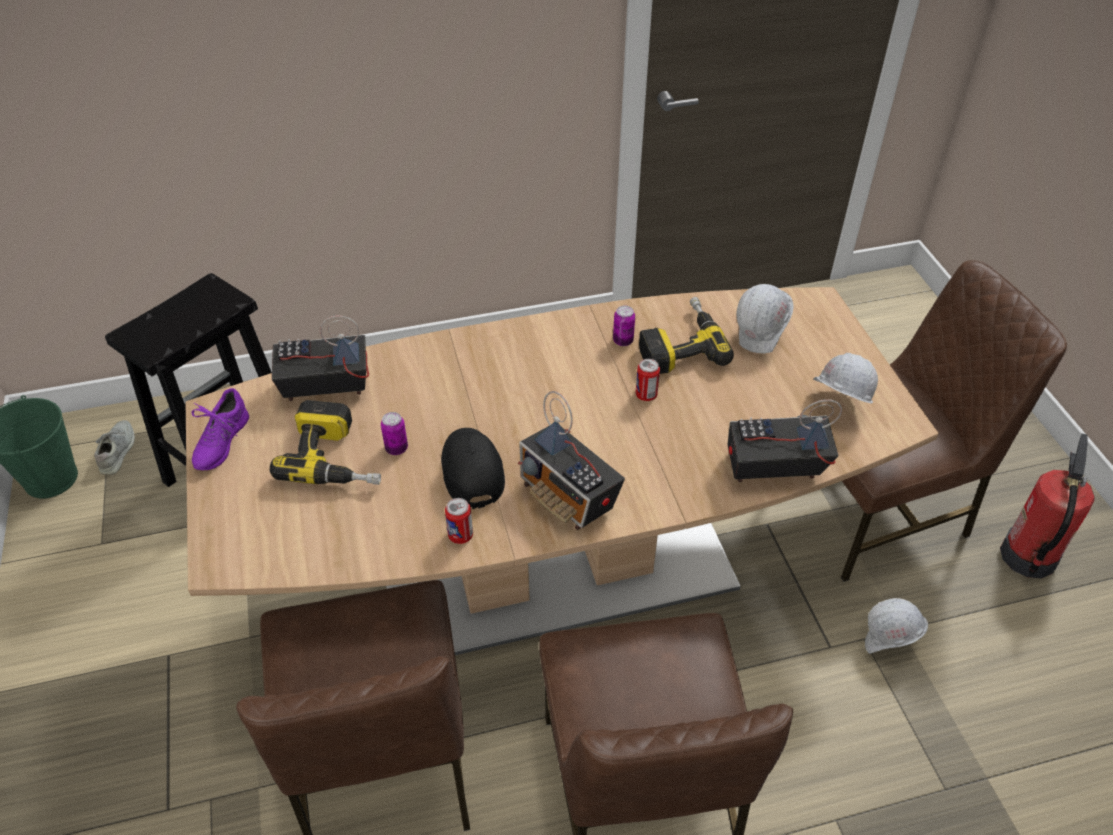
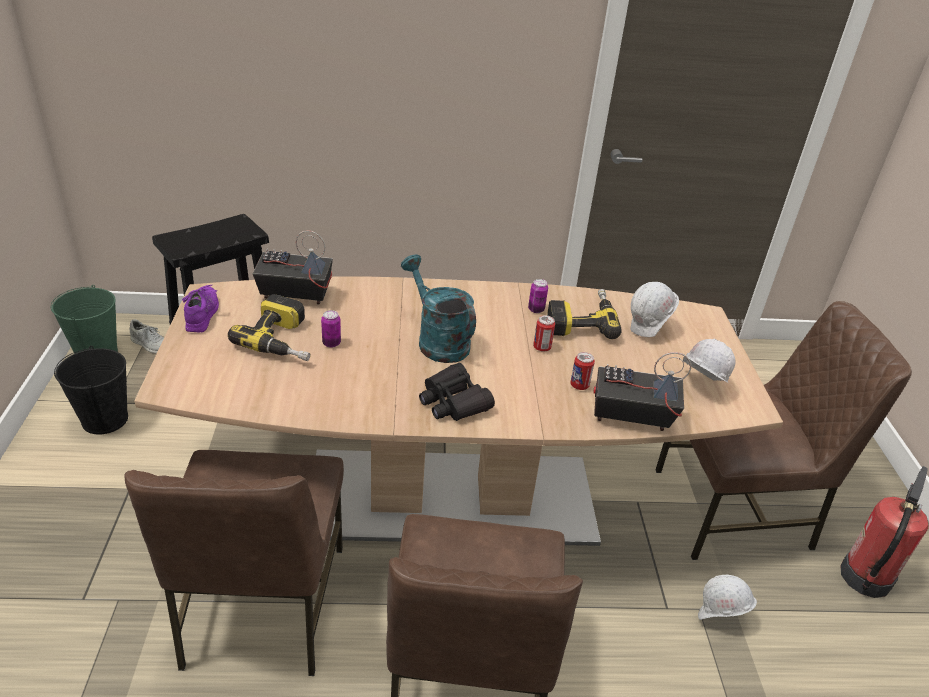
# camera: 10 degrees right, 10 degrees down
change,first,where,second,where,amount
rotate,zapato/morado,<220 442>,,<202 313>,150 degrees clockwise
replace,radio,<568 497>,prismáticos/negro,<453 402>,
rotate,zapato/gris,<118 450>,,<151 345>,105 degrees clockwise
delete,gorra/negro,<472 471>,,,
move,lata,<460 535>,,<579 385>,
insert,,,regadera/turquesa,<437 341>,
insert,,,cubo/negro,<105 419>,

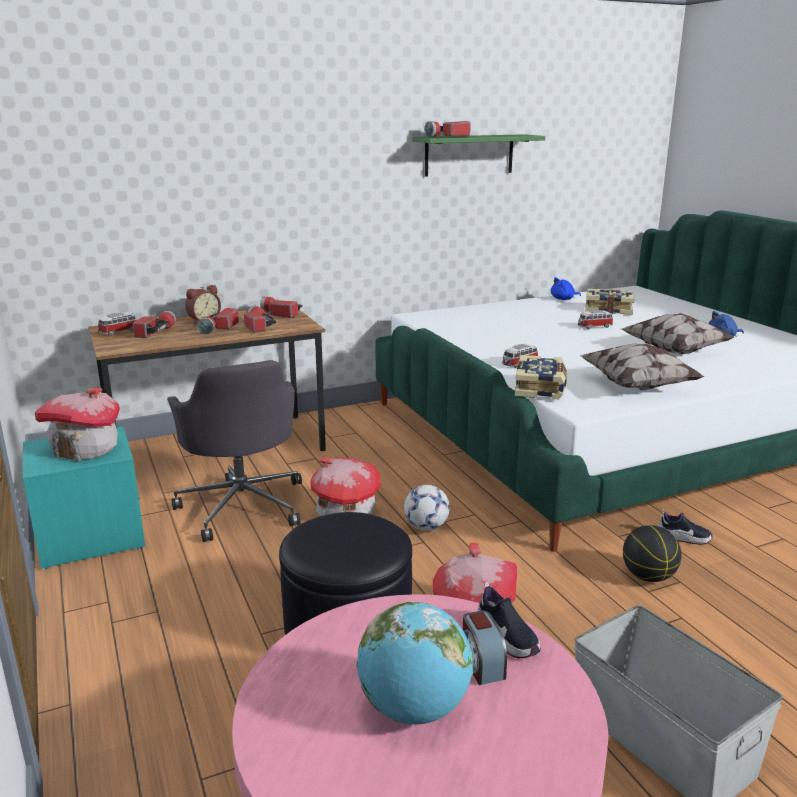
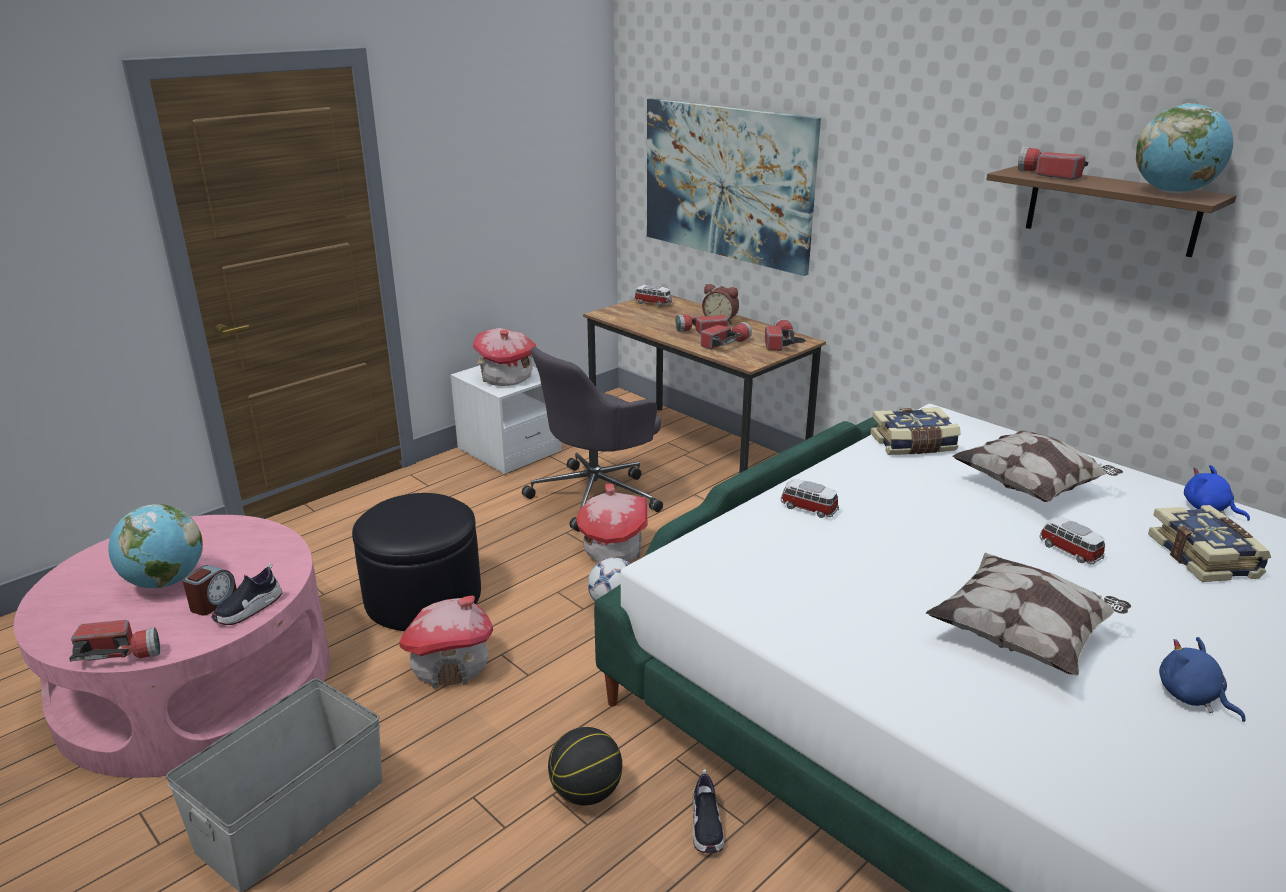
# camera: 70 degrees right, 5 degrees up
change,first,where,second,where,amount
recolor,estante/verde,<469 155>,estante/marrón,<1111 210>,
move,linterna,<156 332>,,<120 653>,
move,cojín,<637 385>,,<1031 487>,
move,libro,<541 388>,,<913 445>,
recolor,mesita de noche/turquesa,<91 537>,mesita de noche/blanco,<509 450>,
rotate,despertador,<481 664>,,<213 602>,150 degrees clockwise
insert,,,cuadro,<726 183>,
insert,,,globo terráqueo,<1173 192>,

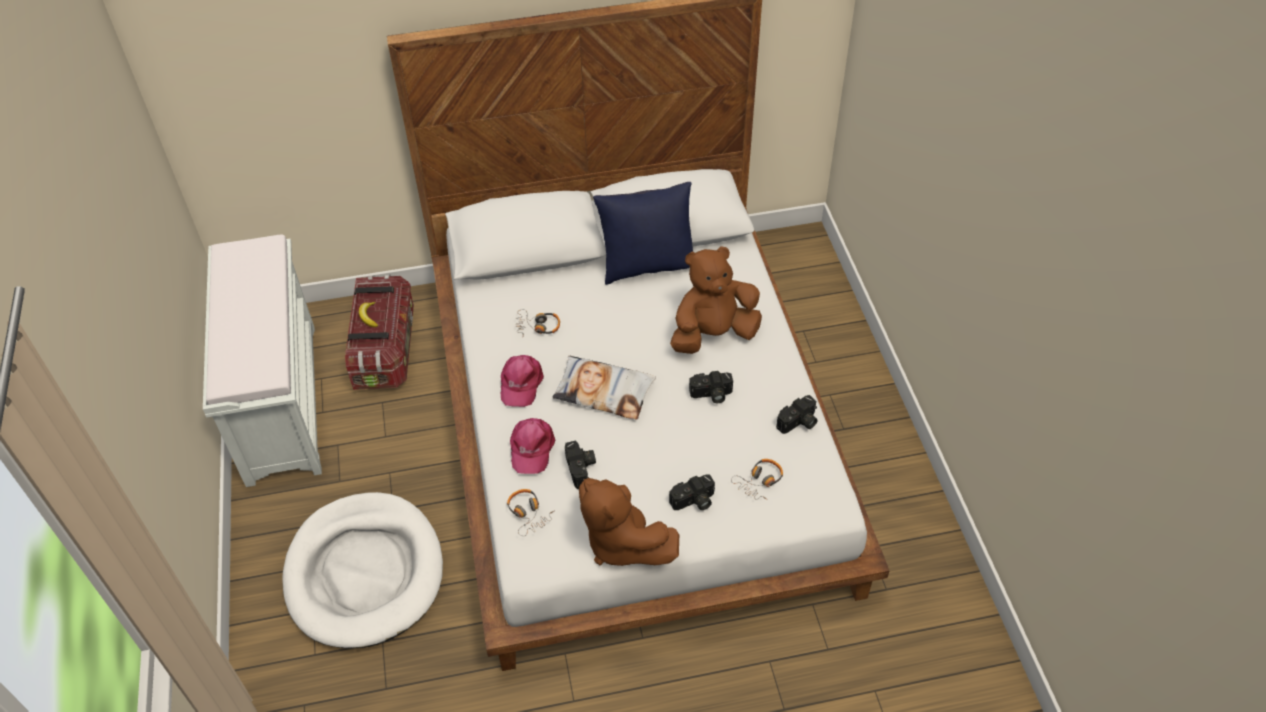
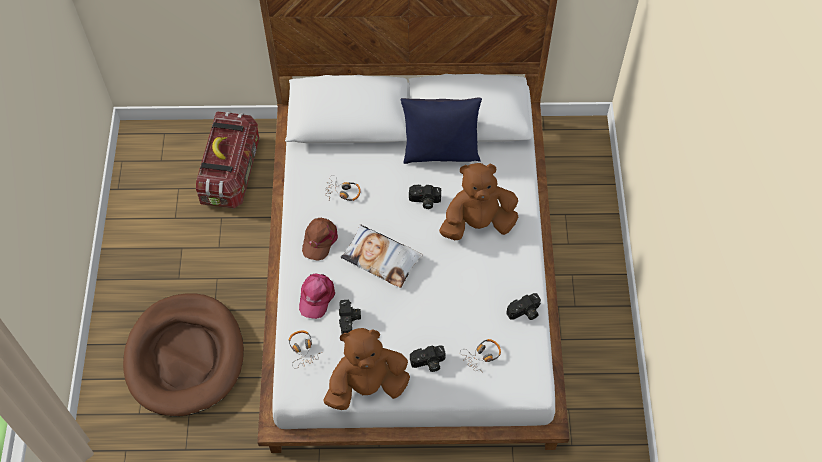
# camera: 10 degrees right, 10 degrees up
change,first,where,second,where,amount
delete,banco/blanco,<281 401>,,,
recolor,gorra/rosa,<520 383>,gorra/marrón,<319 239>,
move,cámara,<711 395>,,<424 201>,
rotate,peluche/marrón,<621 542>,,<367 385>,105 degrees clockwise
recolor,cama para perro/blanco,<365 573>,cama para perro/marrón,<185 357>,

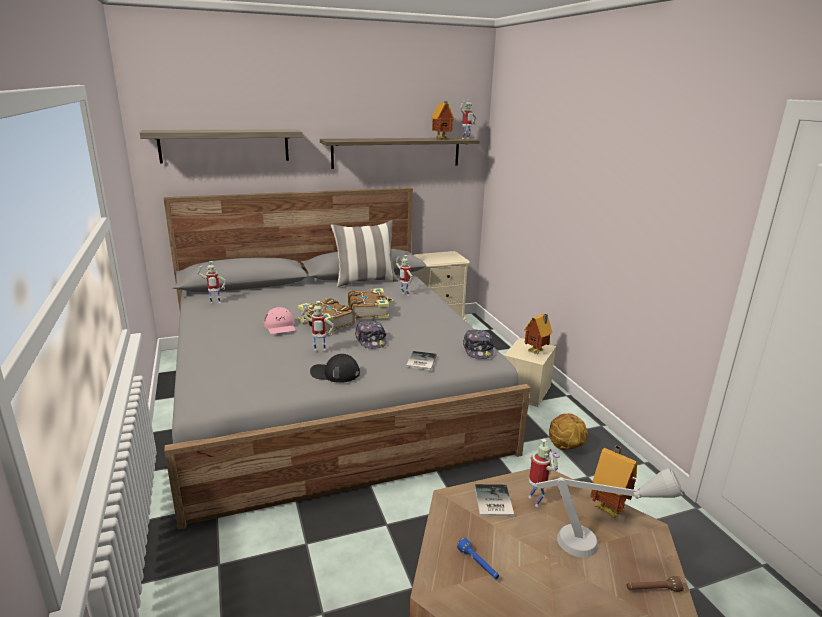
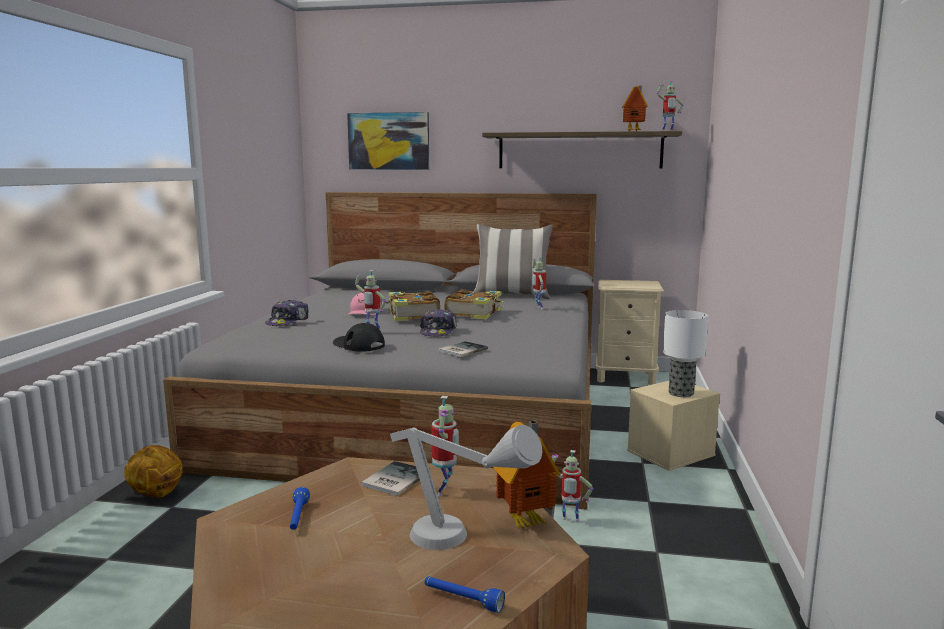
# camera: 30 degrees right, 10 degrees down
change,first,where,second,where,amount
replace,estante,<225 145>,cuadro,<389 141>,
move,robot de juguete,<215 303>,,<569 521>,
replace,casita,<536 352>,lámpara de mesa,<682 393>,
move,gorra,<478 350>,,<288 322>,
move,balón de baloncesto,<565 447>,,<156 494>,
recolor,linterna/marrón,<652 590>,linterna/azul,<462 600>,

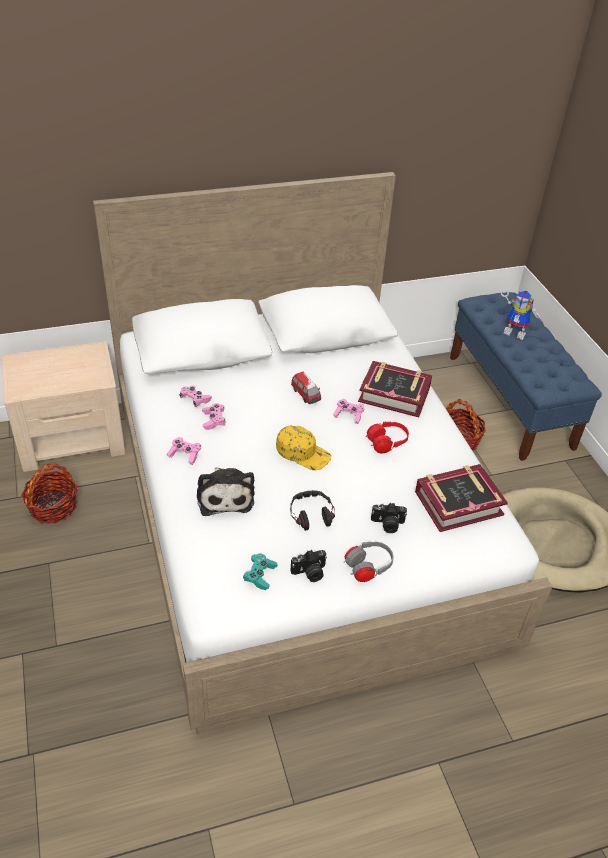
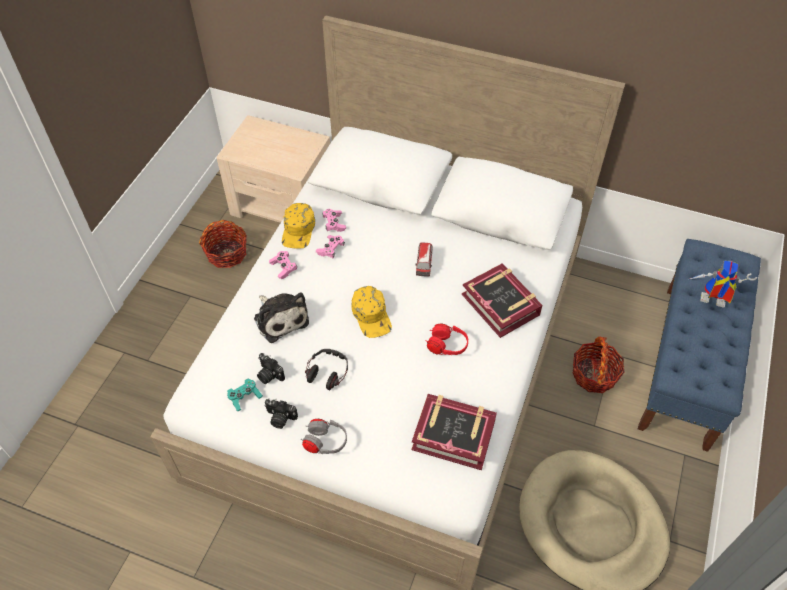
# camera: 40 degrees right, 10 degrees up
change,first,where,second,where,amount
rotate,robot de juguete,<517 333>,,<709 303>,135 degrees clockwise
delete,mando de consola/rosa,<349 415>,,,
rotate,peluche,<225 496>,,<280 318>,60 degrees counterclockwise
move,cámara,<387 524>,,<269 375>,
insert,,,gorra/amarillo,<299 230>,

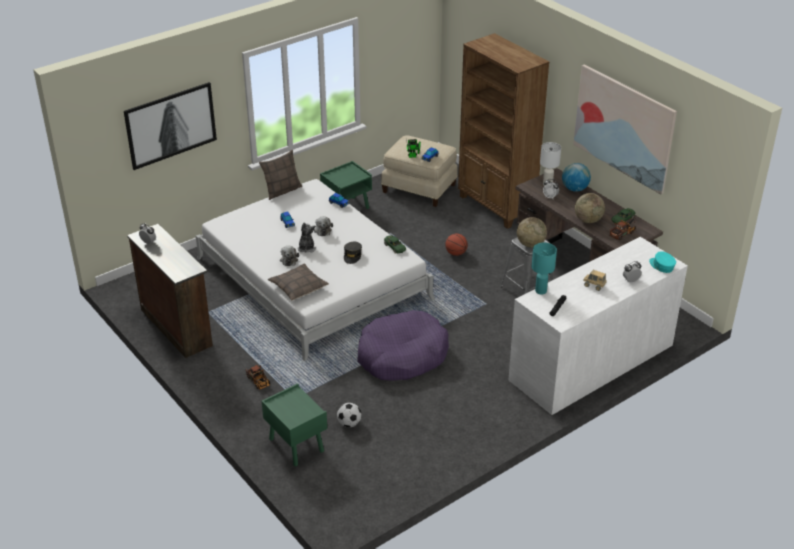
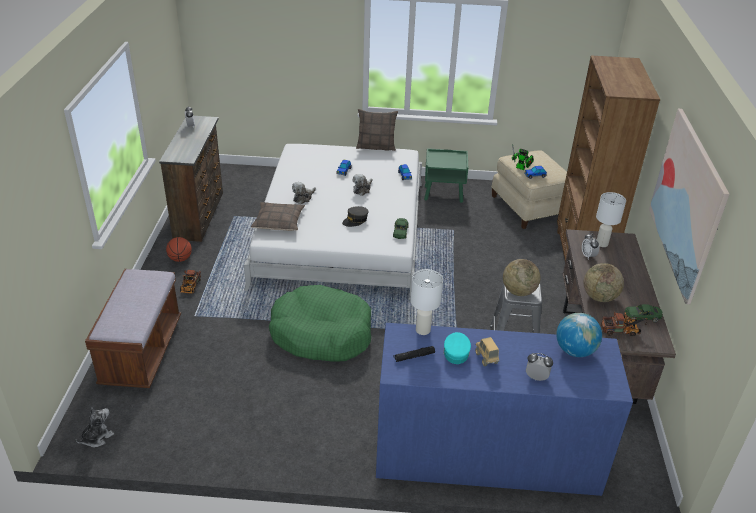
# camera: 40 degrees right, 0 degrees up
change,first,where,second,where,amount
delete,cuadro,<170 125>,,,
move,globo terráqueo,<574 189>,,<574 351>,
move,peluche,<306 248>,,<97 437>,
move,balón de baloncesto,<456 253>,,<180 259>,
recolor,cómoda/blanco,<591 362>,cómoda/azul,<486 453>,
recolor,lámpara de mesa/turquesa,<541 290>,lámpara de mesa/blanco,<423 330>,
move,gorra/turquesa,<661 266>,,<456 352>,
recolor,cama para perro/morado,<402 356>,cama para perro/verde,<321 334>,
replace,mesita de noche/verde,<295 445>,banco/marrón,<142 352>,
delete,balón de fútbol,<349 423>,,,

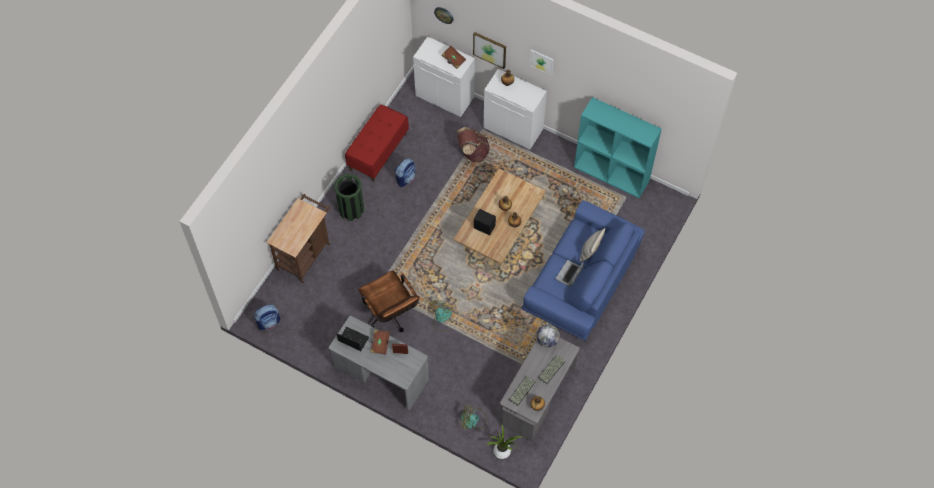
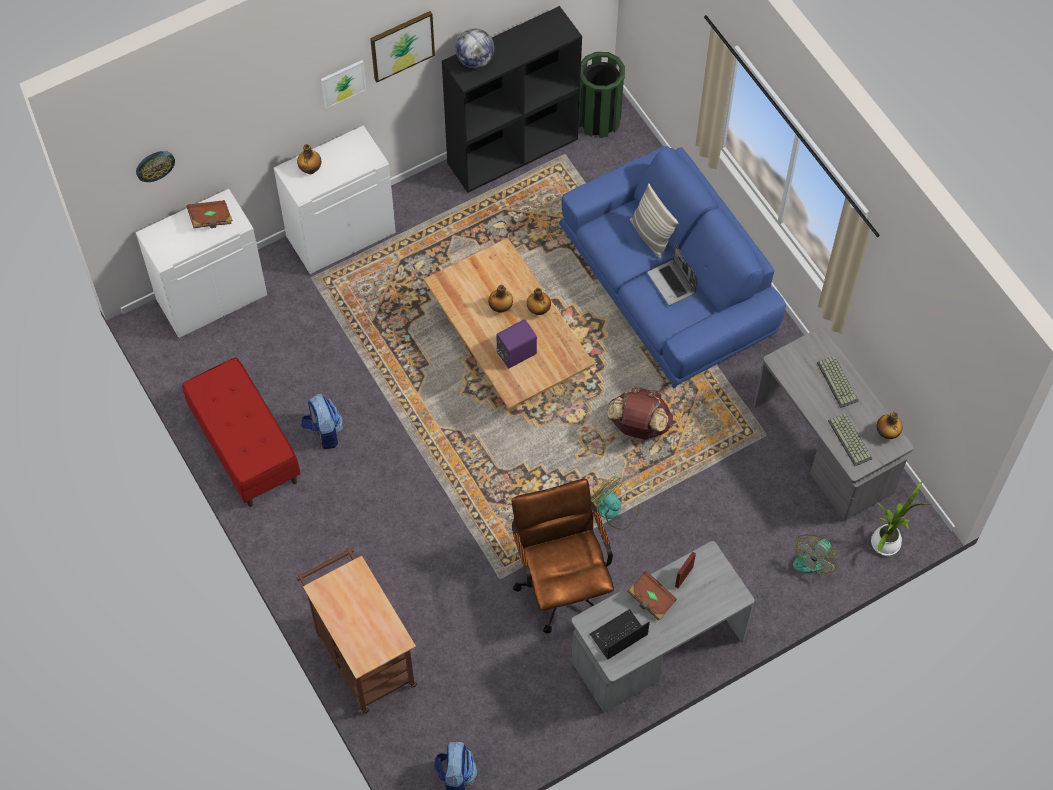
# camera: 60 degrees left, 0 degrees up
change,first,where,second,where,amount
move,cuadro,<489 49>,,<402 45>,
recolor,estantería/turquesa,<612 174>,estantería/negro,<513 150>,
move,mochila/marrón,<472 152>,,<638 426>,
move,papelera/verde,<351 209>,,<599 120>,
recolor,altavoz/negro,<484 226>,altavoz/morado,<515 353>,
rotate,silla de oficina/marrón,<391 315>,,<561 581>,105 degrees counterclockwise
move,globo terráqueo,<547 340>,,<475 60>,

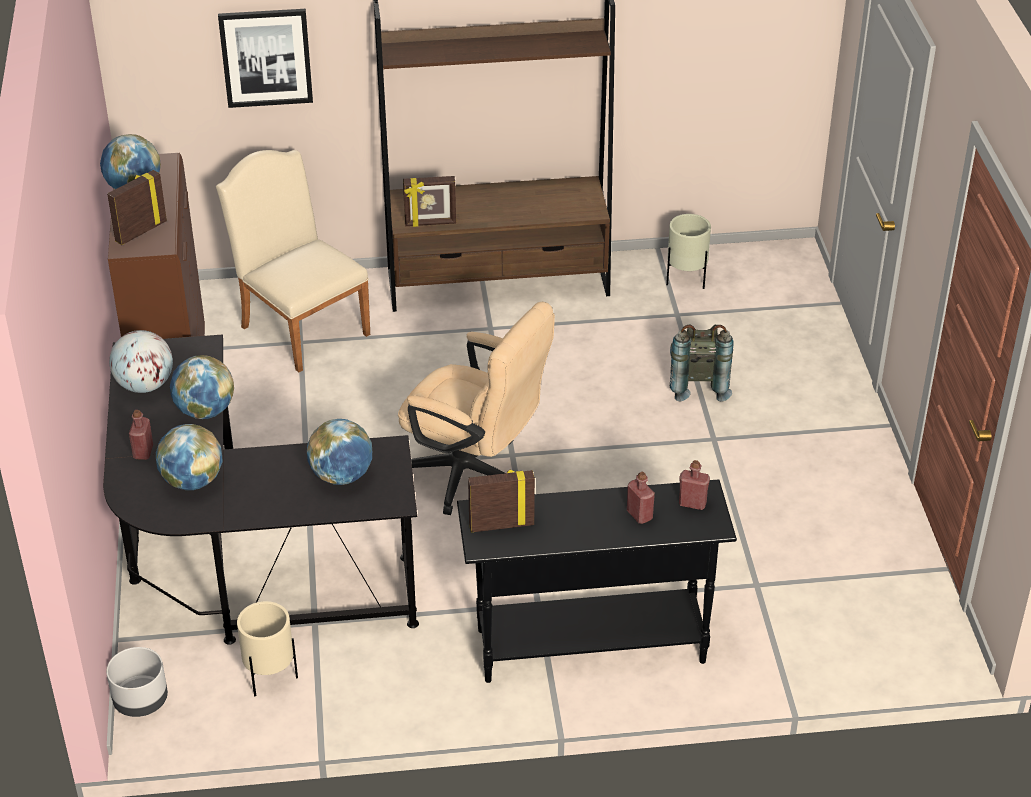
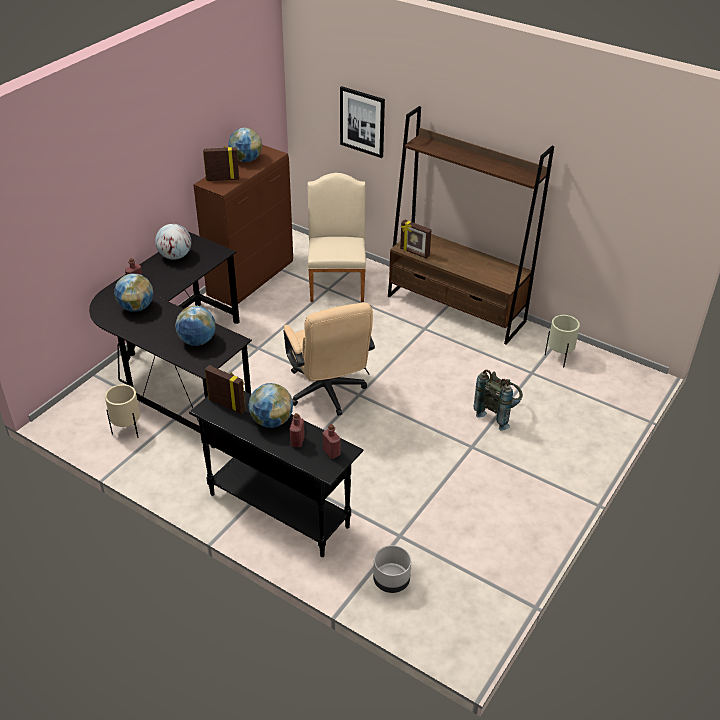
# camera: 40 degrees right, 0 degrees up
change,first,where,second,where,amount
move,globo terráqueo,<205 411>,,<271 421>,
move,maceta/gris,<140 701>,,<391 581>,

